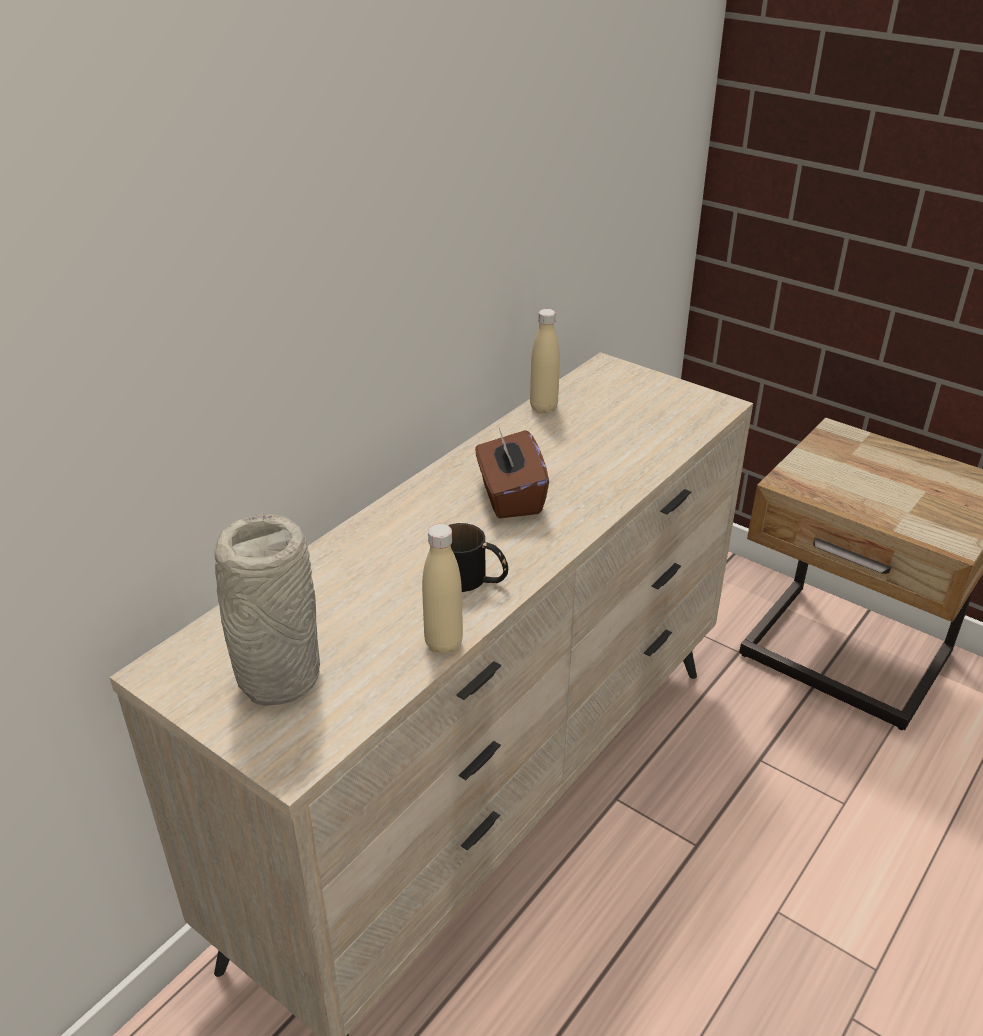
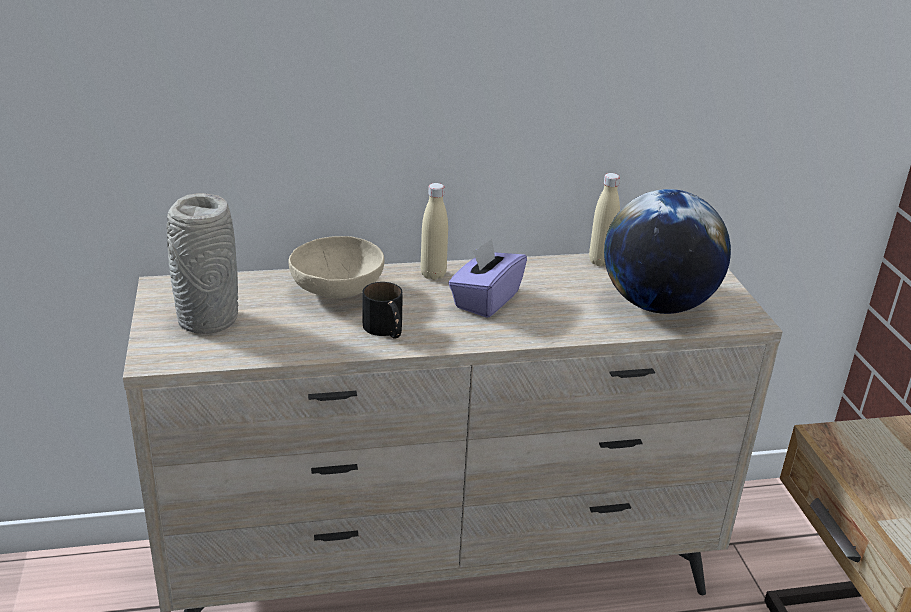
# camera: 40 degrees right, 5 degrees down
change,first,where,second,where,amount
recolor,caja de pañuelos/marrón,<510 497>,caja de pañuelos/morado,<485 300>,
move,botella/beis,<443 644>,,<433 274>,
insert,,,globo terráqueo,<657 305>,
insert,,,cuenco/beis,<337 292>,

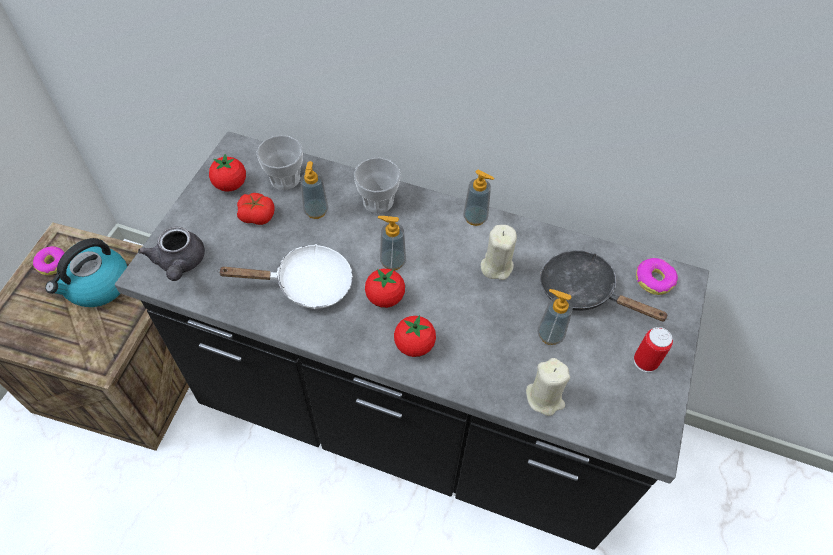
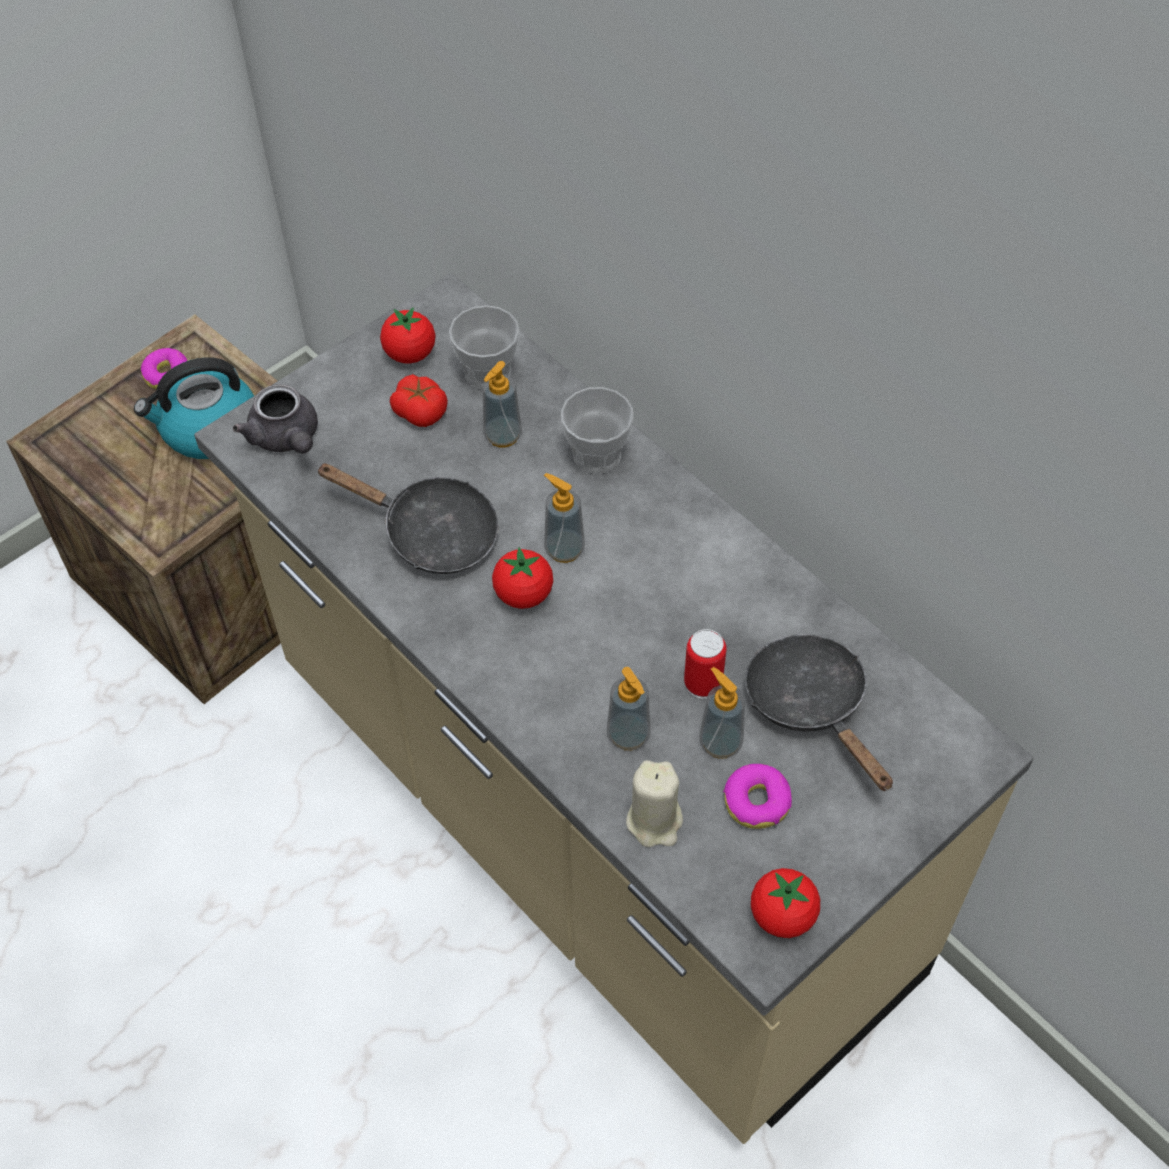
# camera: 30 degrees right, 0 degrees up
change,first,where,second,where,amount
recolor,mueble bajo de cocina/negro,<411 418>,mueble bajo de cocina/beis,<588 826>,
move,dispensador de jabón,<475 217>,,<628 735>,
delete,vela/beis,<496 266>,,,
rotate,tetera/gris,<180 264>,,<286 439>,45 degrees counterclockwise
recolor,sartén/blanco,<306 284>,sartén/negro,<430 533>,
move,rosquilla,<654 280>,,<756 801>,
move,tomate,<414 345>,,<782 915>,
move,lata,<645 361>,,<703 683>,

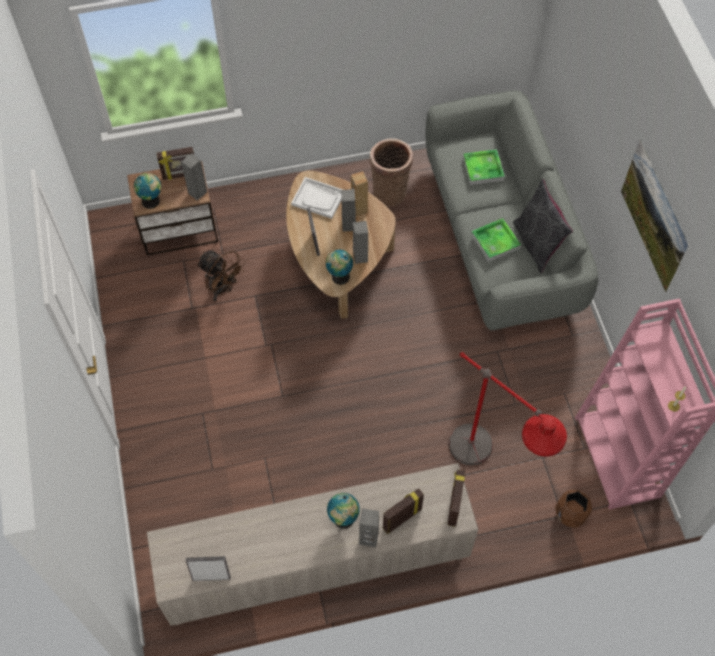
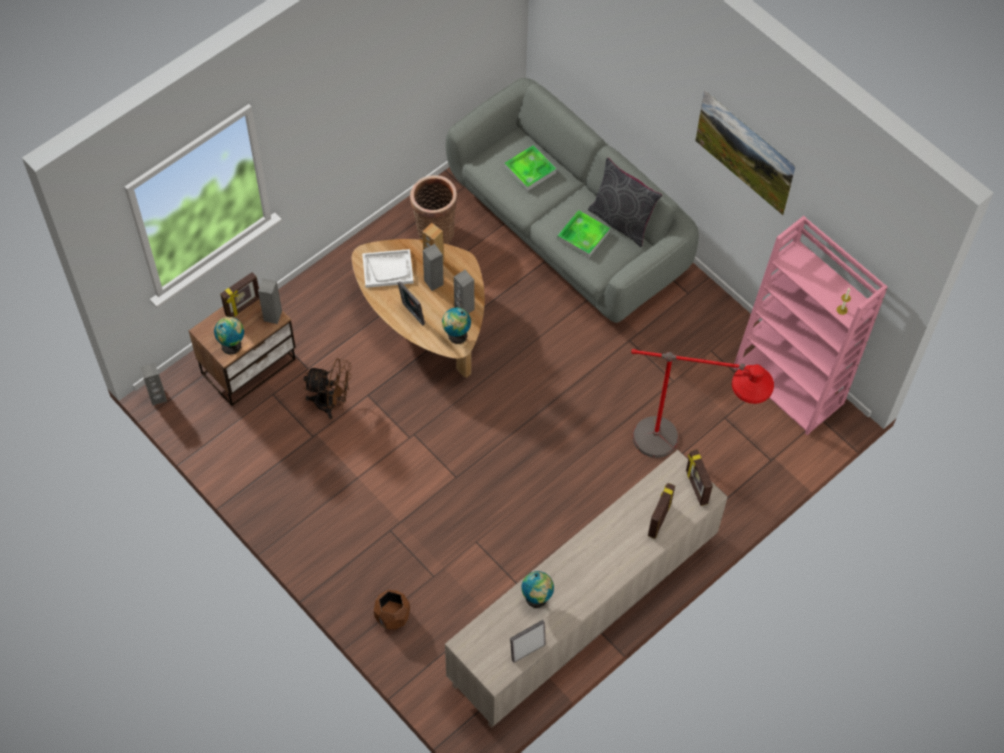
# camera: 30 degrees left, 0 degrees up
change,first,where,second,where,amount
move,maceta/marrón,<570 514>,,<392 617>,
move,globo terráqueo,<343 520>,,<537 599>,
move,altavoz/gris,<368 538>,,<158 397>,

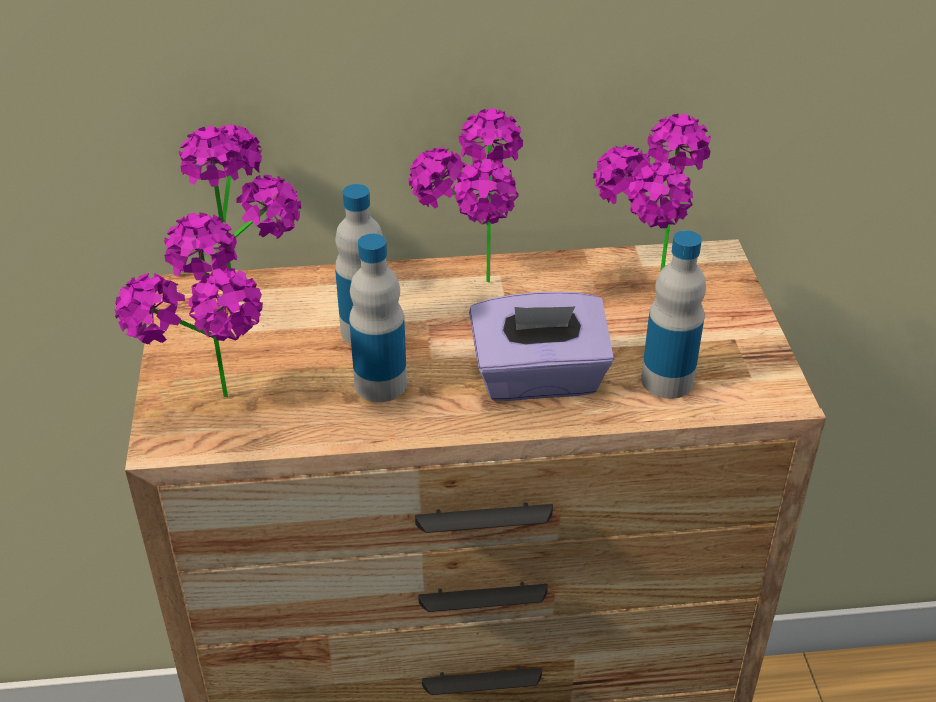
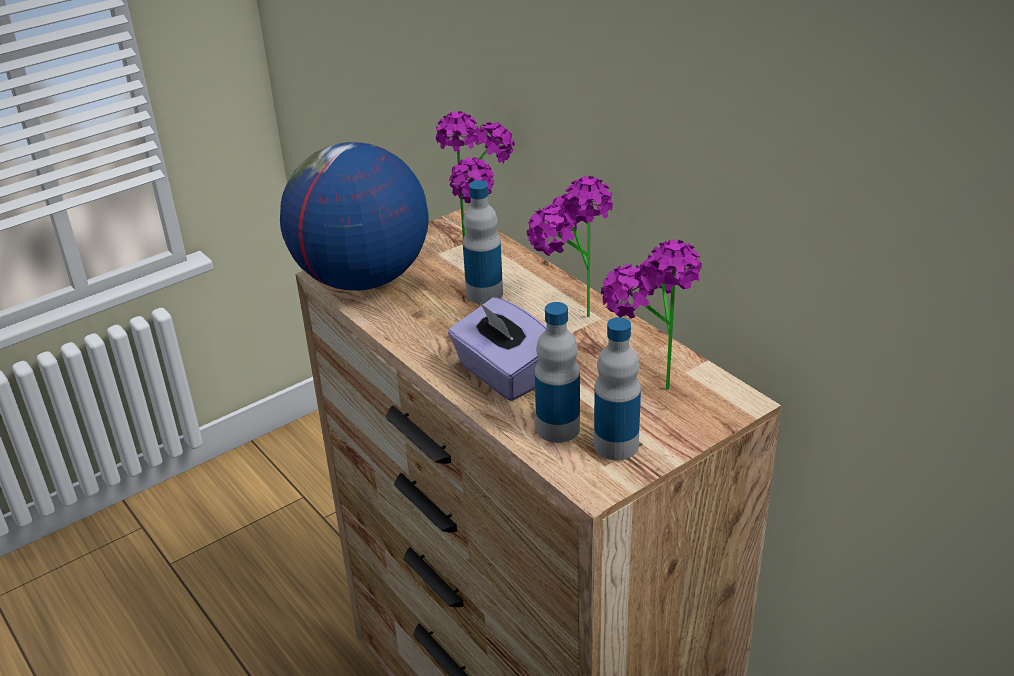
# camera: 60 degrees right, 5 degrees down
change,first,where,second,where,amount
replace,planta en maceta,<217 414>,globo terráqueo,<362 279>,
move,botella,<380 384>,,<616 445>,

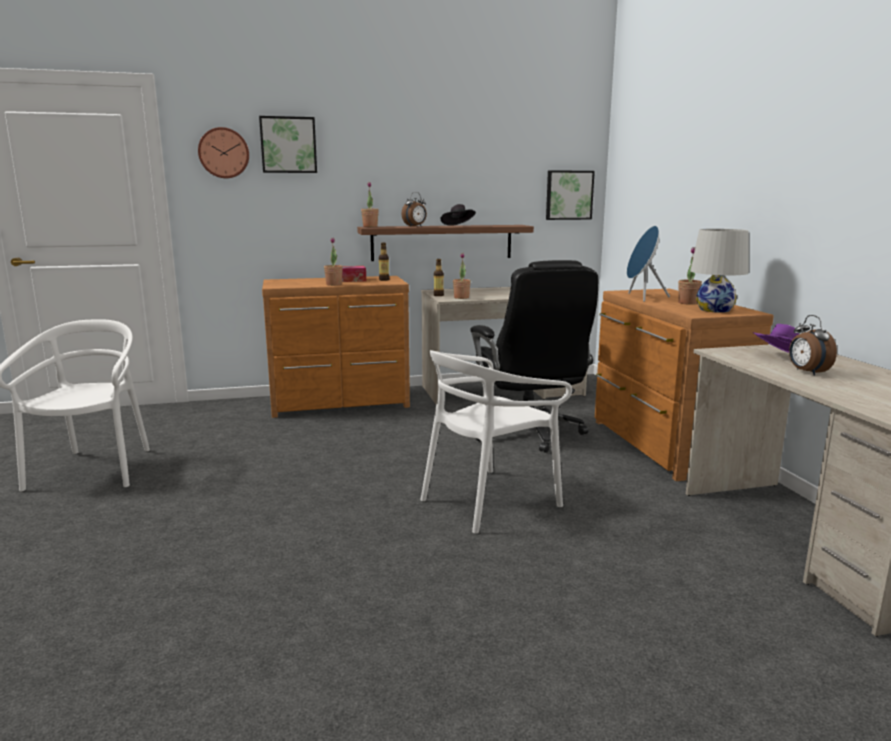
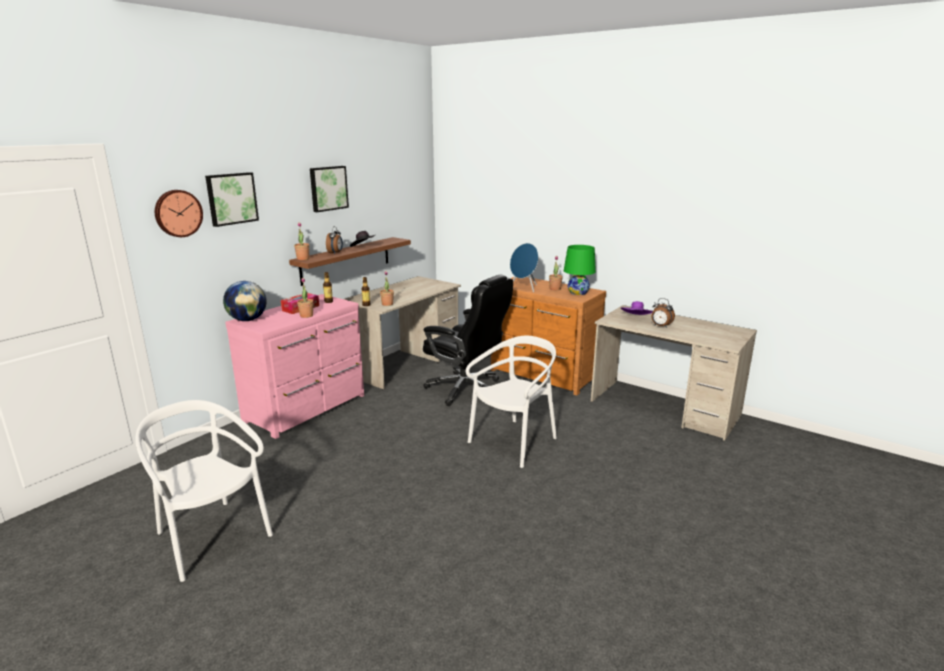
# camera: 40 degrees left, 5 degrees up
change,first,where,second,where,amount
move,cuadro,<568 195>,,<328 188>,
recolor,lámpara de mesa/blanco,<715 310>,lámpara de mesa/verde,<578 292>,
recolor,cómoda/marrón,<341 403>,cómoda/rosa,<308 408>,
rotate,silla/blanco,<489 501>,,<514 442>,150 degrees counterclockwise
insert,,,globo terráqueo,<247 320>,

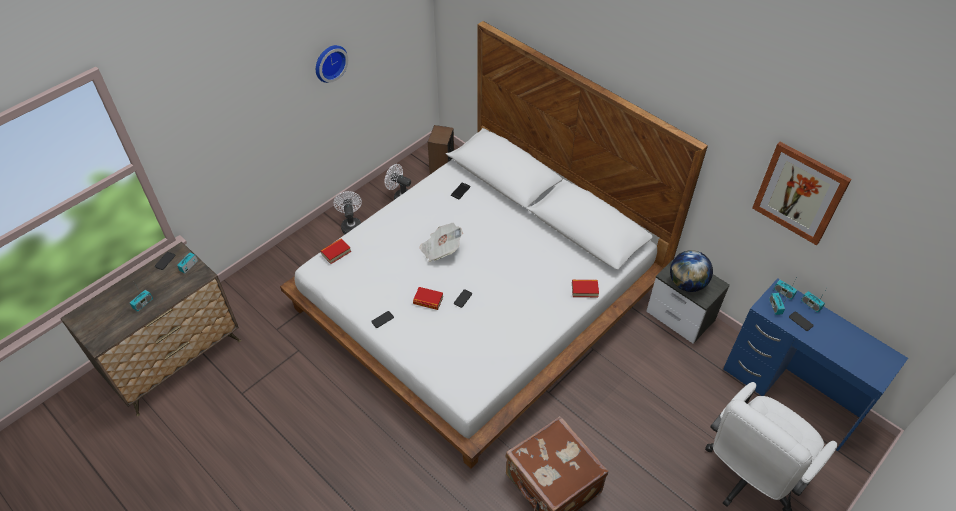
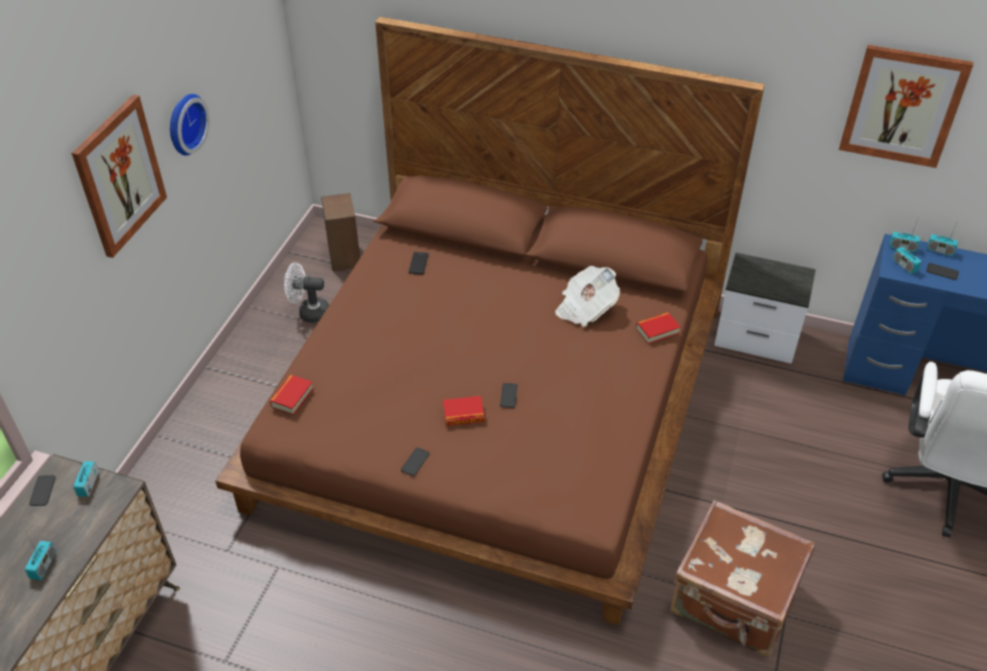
# camera: 25 degrees left, 5 degrees down
change,first,where,second,where,amount
recolor,cama/blanco,<478 297>,cama/marrón,<493 403>,
delete,ventilador/blanco,<351 225>,,,
move,periódico,<441 249>,,<585 308>,
delete,globo terráqueo,<687 283>,,,
insert,,,cuadro,<119 176>,

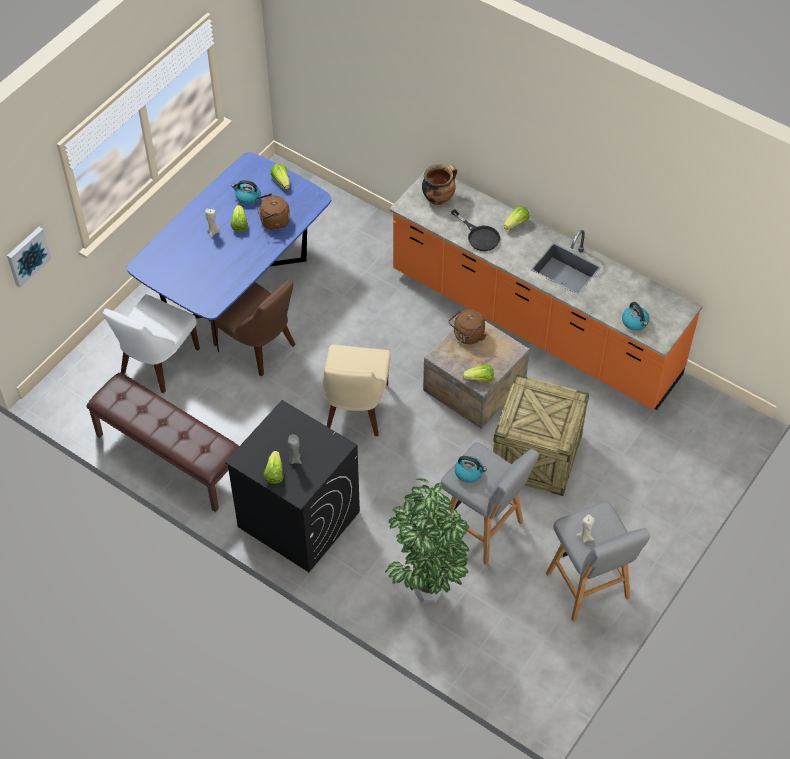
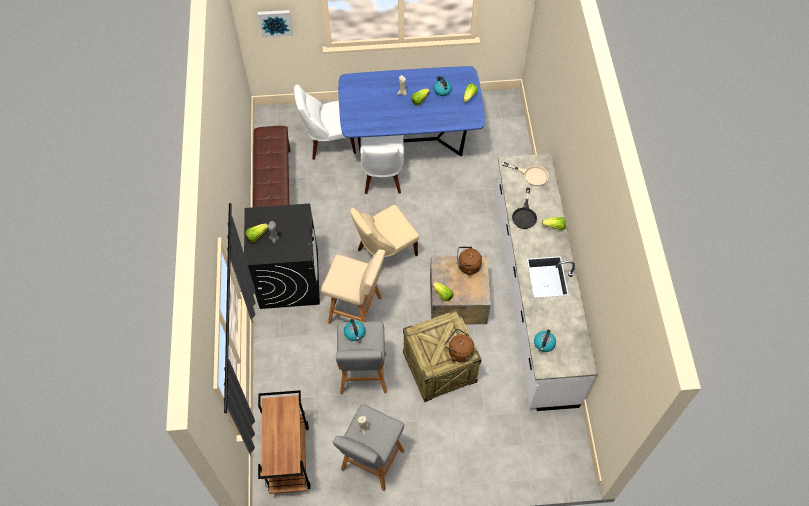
# camera: 50 degrees right, 5 degrees up
change,first,where,second,where,amount
replace,olla,<438 198>,sartén/beis,<531 175>,
recolor,mueble bajo de cocina/naranja,<534 325>,mueble bajo de cocina/blanco,<532 299>,
move,hervidor/marrón,<273 222>,,<458 351>,
recolor,silla/marrón,<258 346>,silla/blanco,<382 177>,
delete,planta en maceta,<425 596>,,,
insert,,,taburete/beis,<357 310>,
insert,,,carrito/marrón,<288 457>,

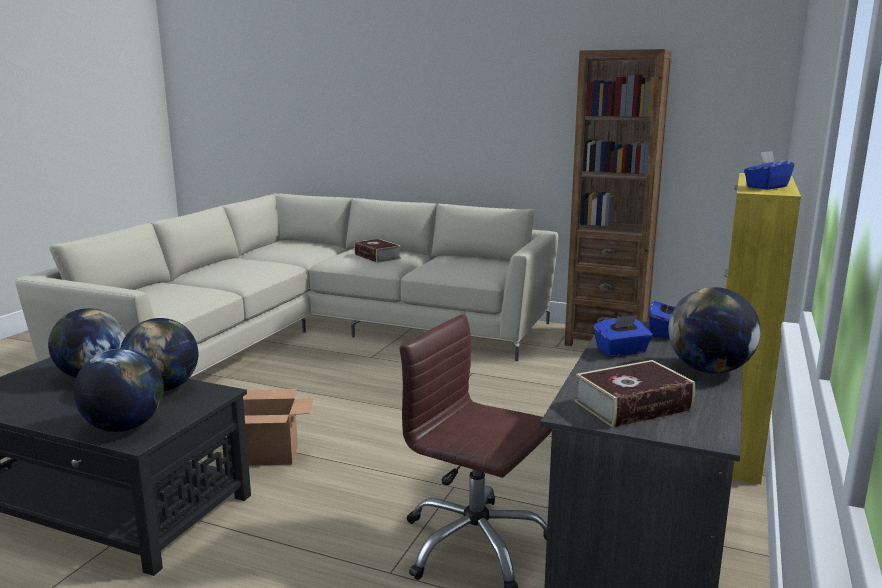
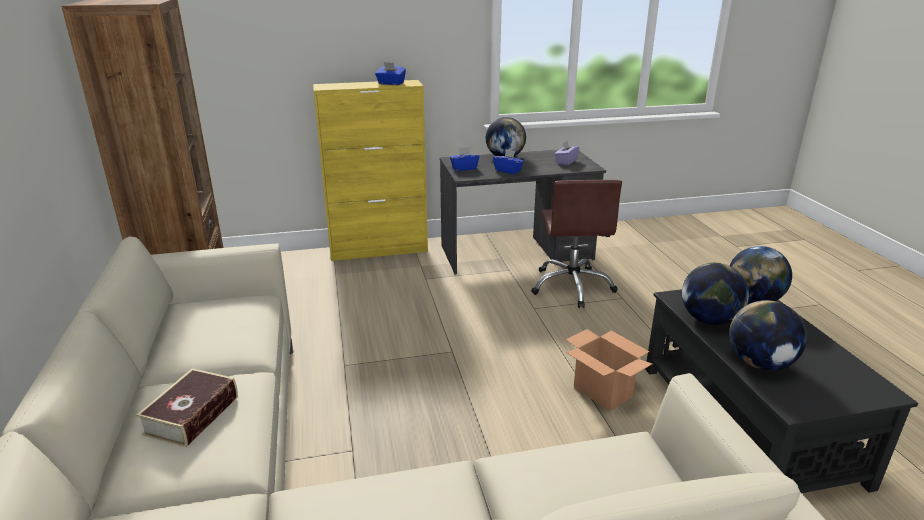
# camera: 125 degrees left, 10 degrees up
change,first,where,second,where,amount
replace,libro,<633 406>,caja de pañuelos/morado,<566 162>,

